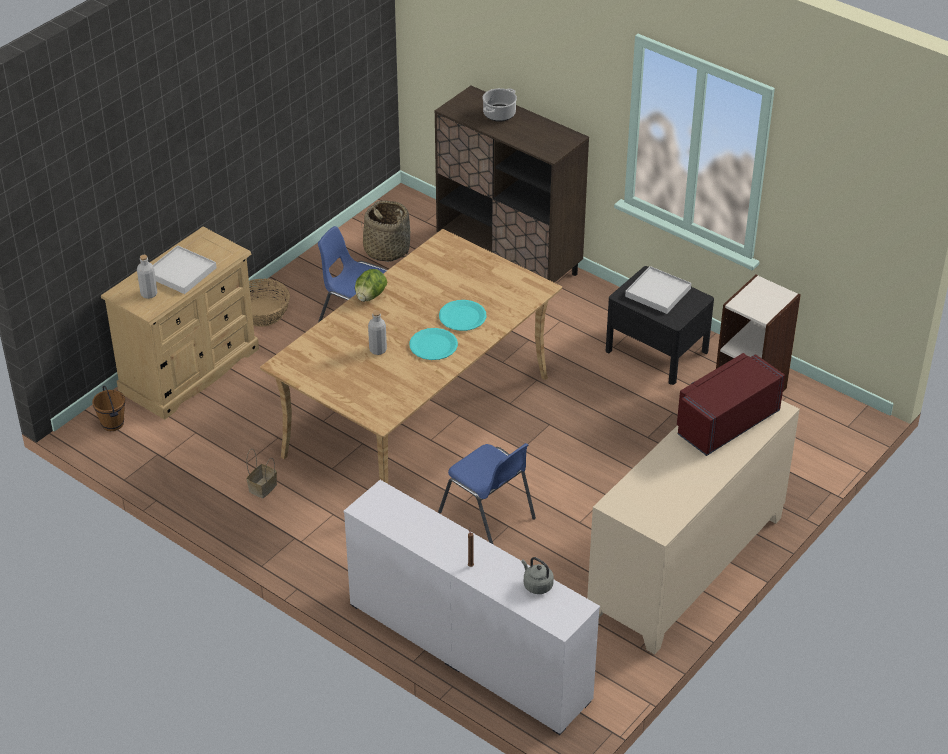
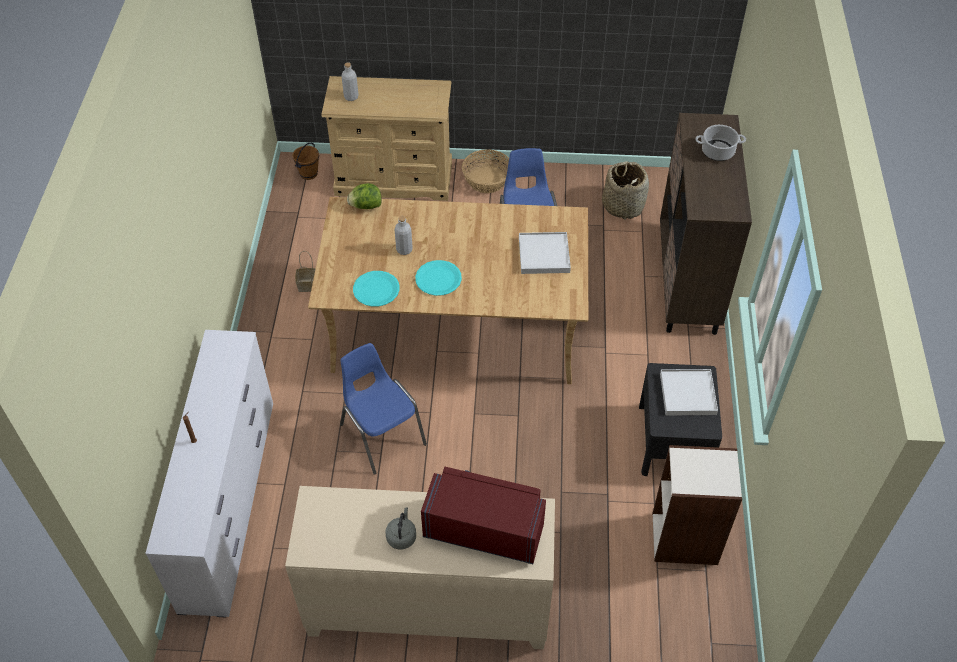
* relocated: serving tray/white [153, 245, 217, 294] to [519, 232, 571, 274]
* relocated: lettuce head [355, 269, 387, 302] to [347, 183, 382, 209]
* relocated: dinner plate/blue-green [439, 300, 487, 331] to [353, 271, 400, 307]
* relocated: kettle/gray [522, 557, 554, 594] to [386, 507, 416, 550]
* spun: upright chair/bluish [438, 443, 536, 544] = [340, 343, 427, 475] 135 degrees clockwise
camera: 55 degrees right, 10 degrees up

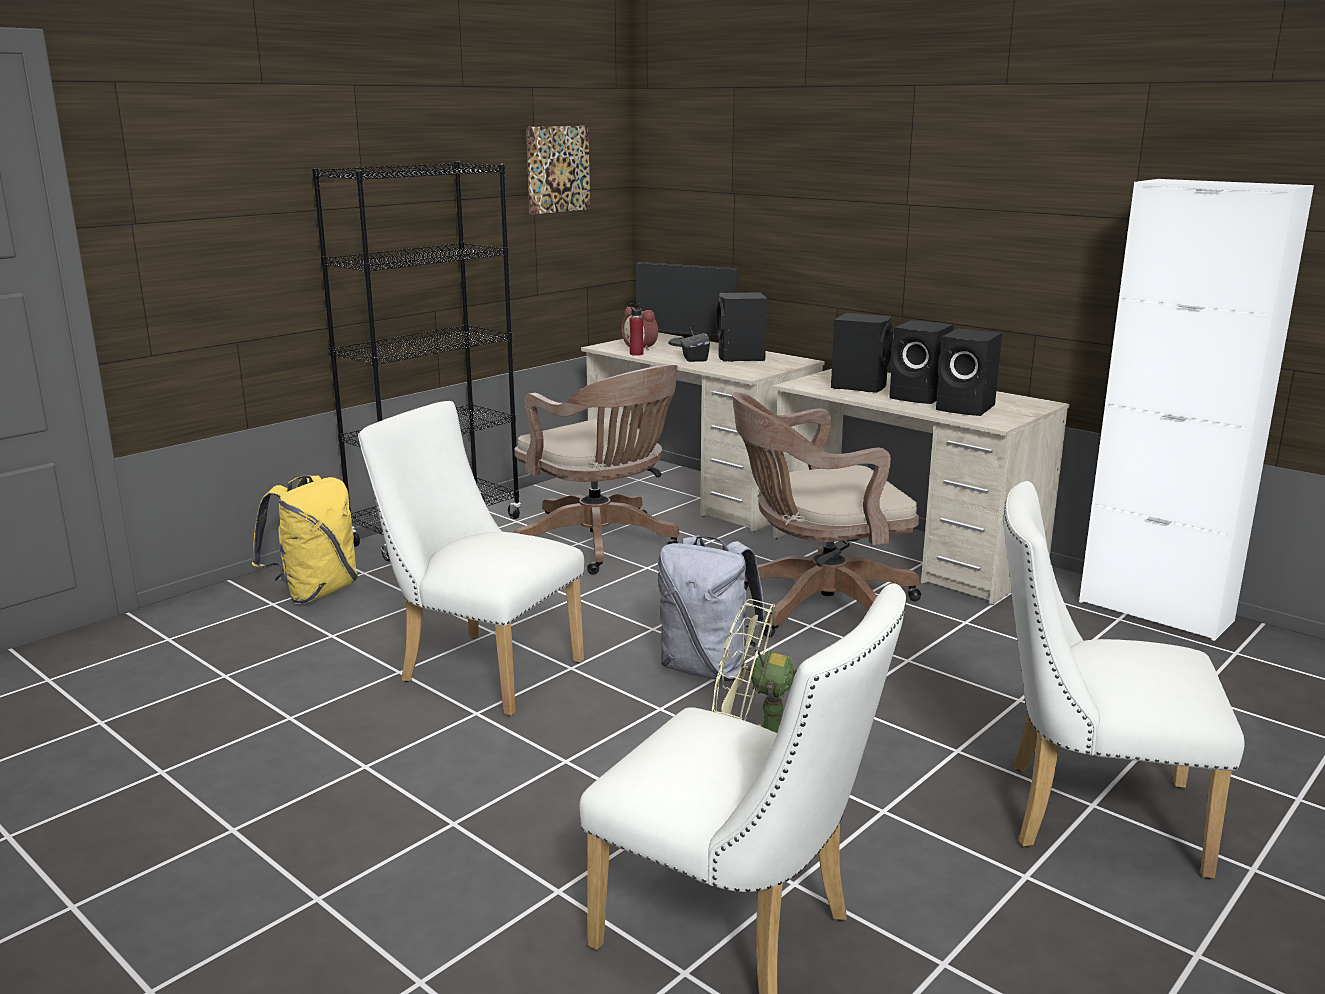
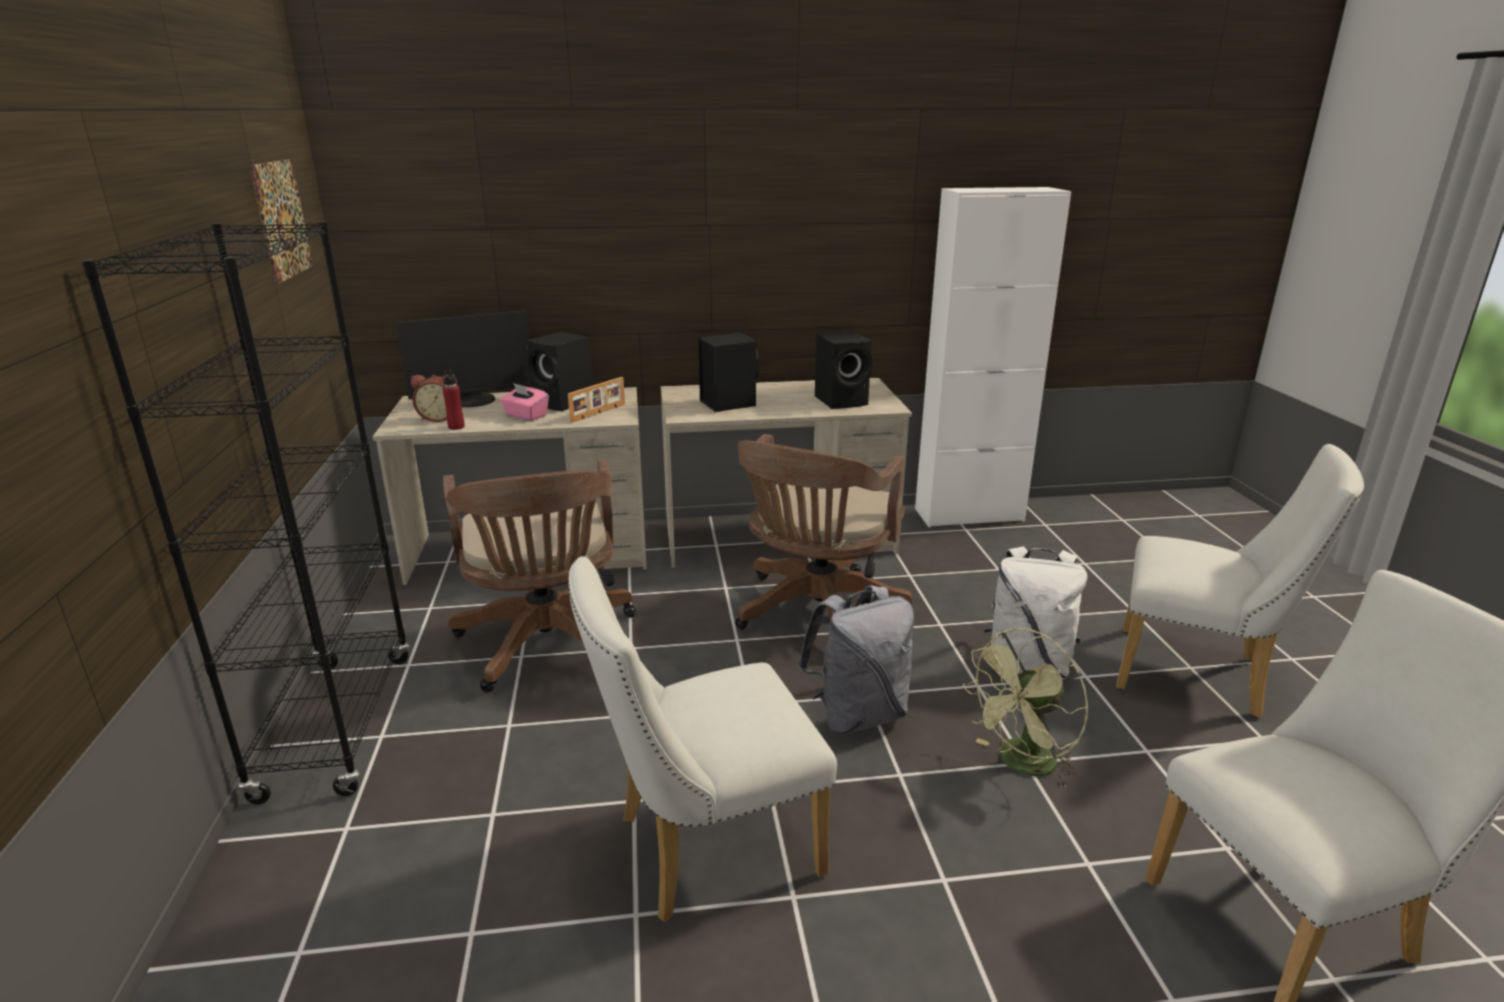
* missing: knapsack/yellow [252, 476, 358, 604]
* missing: audio speaker/black-coloured [889, 320, 954, 404]
* appeared: standing frame [568, 377, 625, 423]
* appeared: knapsack/white [984, 546, 1087, 678]
* colour: tissue box/black-coloured [680, 327, 710, 362] to tissue box/pink-coloured [500, 383, 549, 421]
* spun: office chair/brownish [513, 365, 679, 575] = [443, 459, 636, 692] 75 degrees clockwise
* spun: upright chair/white [1004, 481, 1245, 879] = [1116, 444, 1364, 718] 120 degrees counterclockwise
camera: 50 degrees left, 5 degrees up

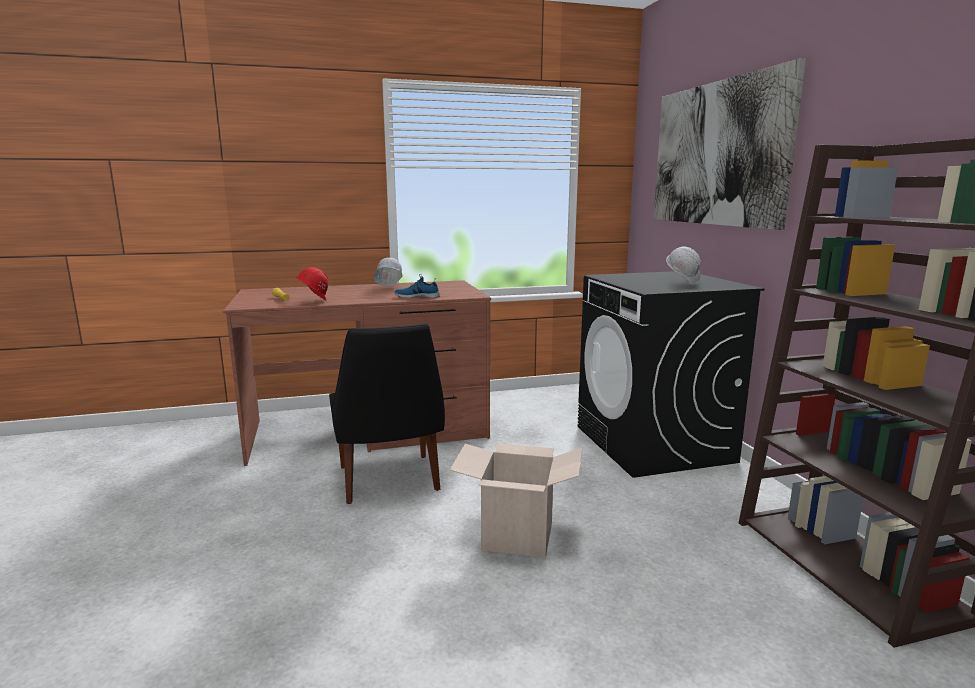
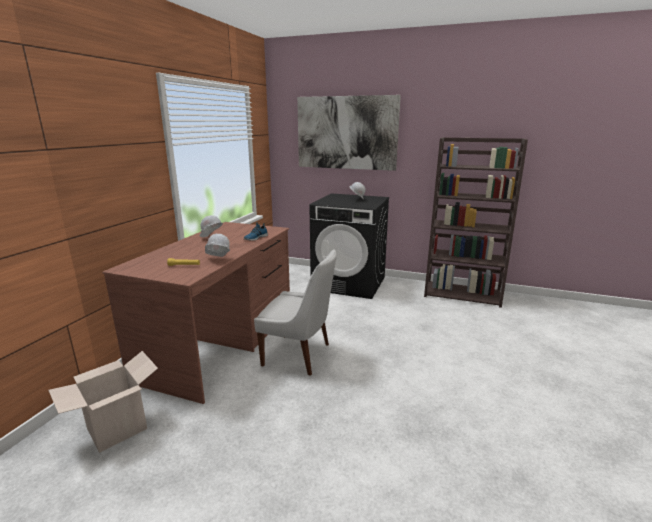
* relocated: carton [450, 444, 582, 558] to [48, 351, 158, 453]
* colour: hard hat/red [295, 267, 328, 301] to hard hat/white [205, 234, 230, 257]
* colour: upright chair/black-coloured [329, 324, 445, 504] to upright chair/white [254, 249, 337, 376]
camera: 55 degrees left, 5 degrees up

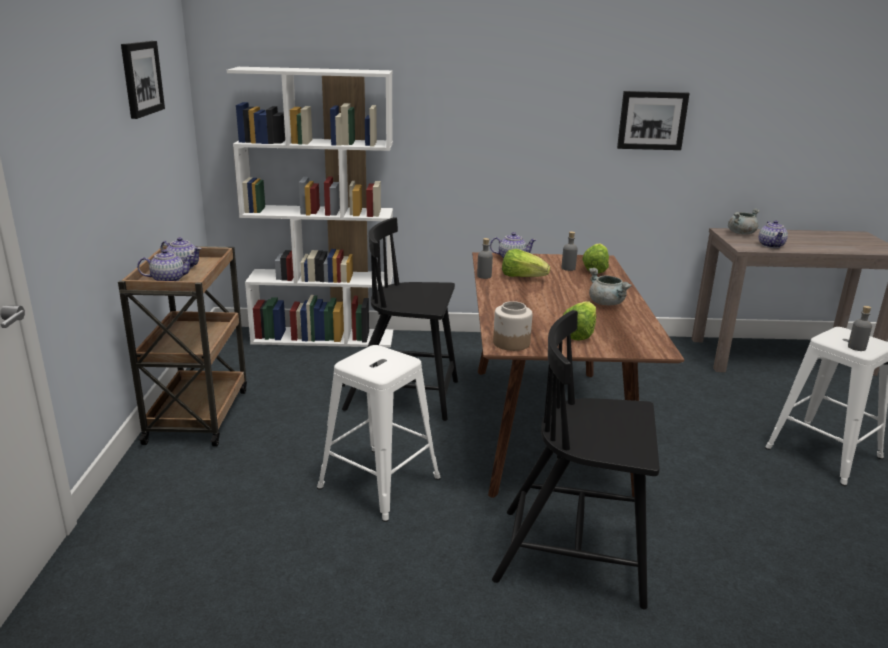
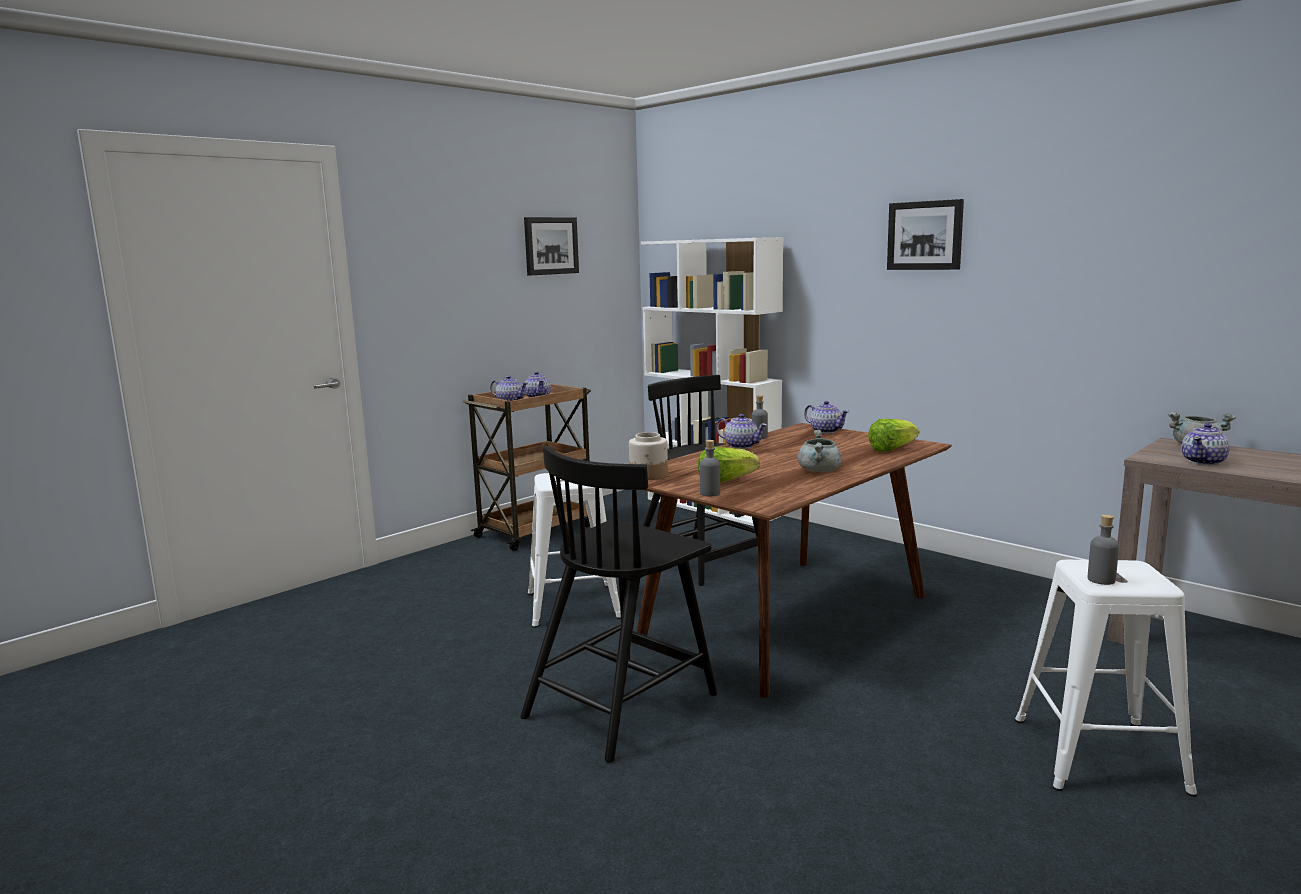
* missing: lettuce head [502, 249, 550, 277]
* appeared: teapot [716, 414, 767, 449]
* relocated: bottle/gray [561, 232, 578, 271] to [700, 440, 720, 496]
* relocated: wall picture [617, 91, 690, 150] to [887, 199, 964, 270]
* spun: upright chair/black-coloured [492, 310, 660, 609] = [521, 446, 717, 763] 105 degrees counterclockwise
camera: 45 degrees right, 10 degrees down

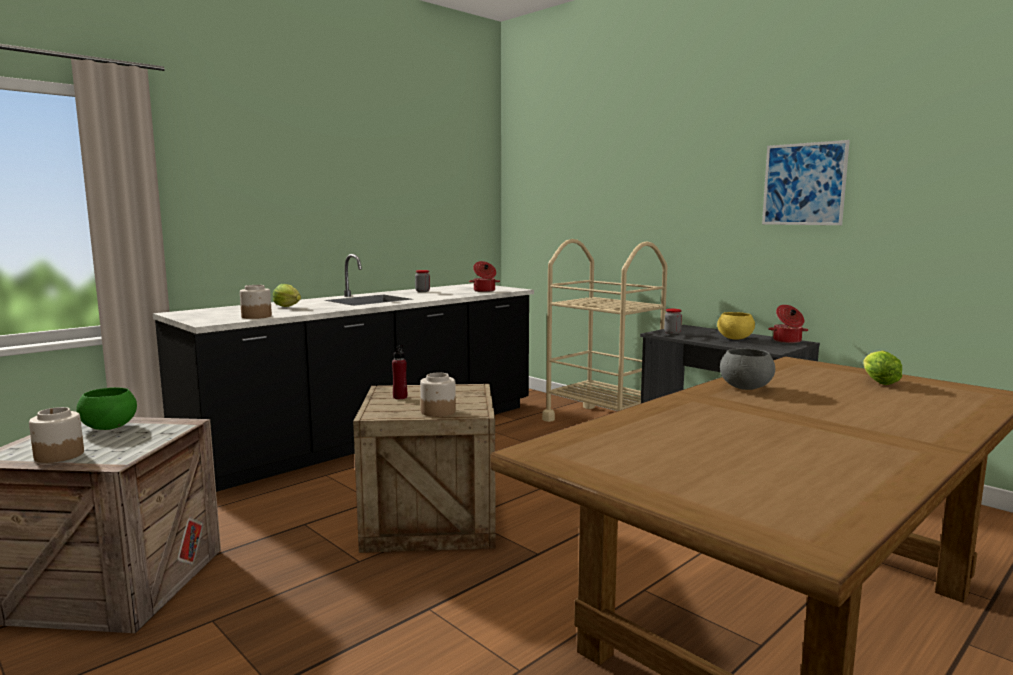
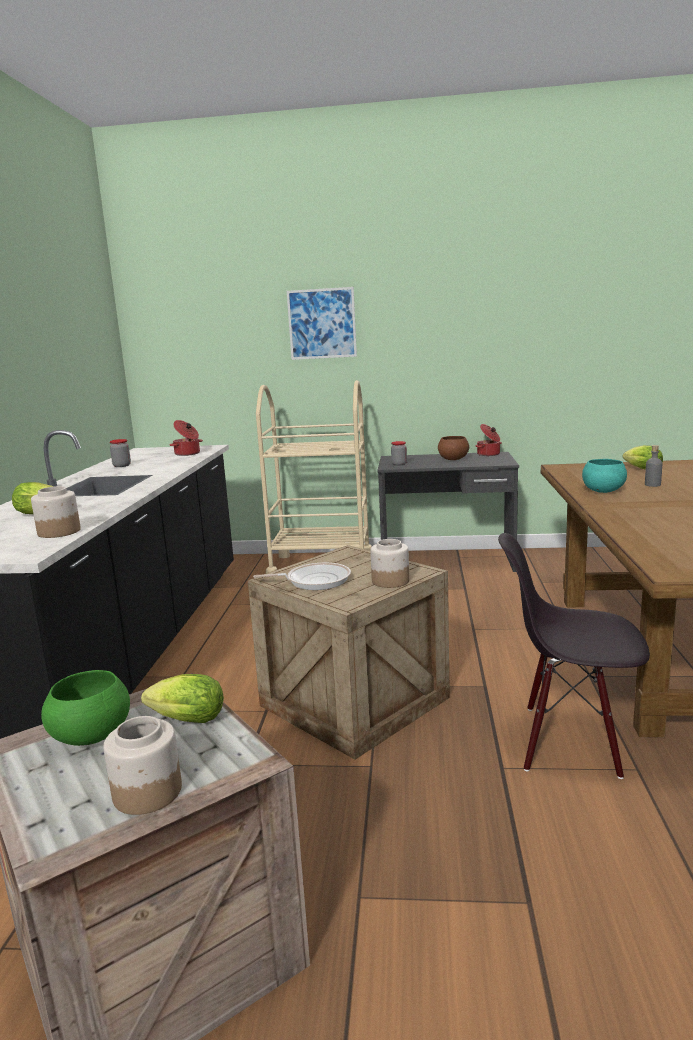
* appeared: lettuce head [141, 674, 224, 723]
* appeared: upright chair/black-coloured [498, 533, 650, 779]
* appeared: bottle/gray [645, 445, 662, 487]
* relocated: wall picture [762, 140, 850, 225] to [287, 287, 357, 360]
* exchanged: bottle/red [392, 345, 407, 399] to skillet [253, 563, 351, 590]
* colour: deep dish/yellow [717, 312, 755, 340] to deep dish/brownish [438, 436, 469, 460]
* colour: deep dish/gray [720, 348, 775, 390] to deep dish/blue-green [582, 459, 627, 493]
camera: 40 degrees left, 5 degrees up

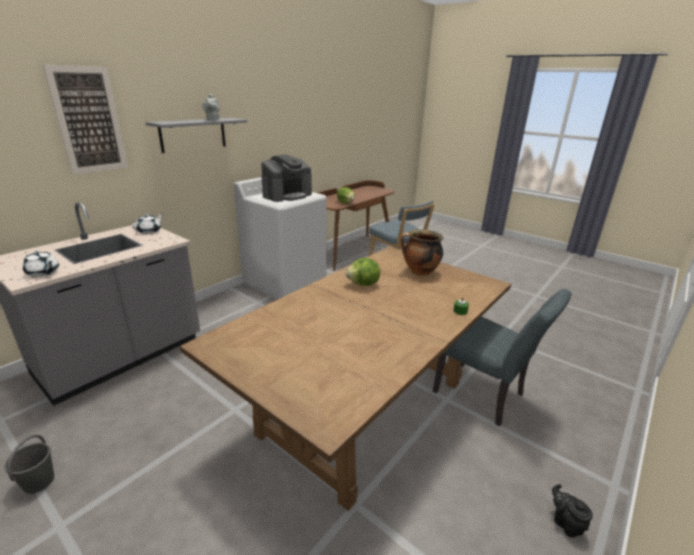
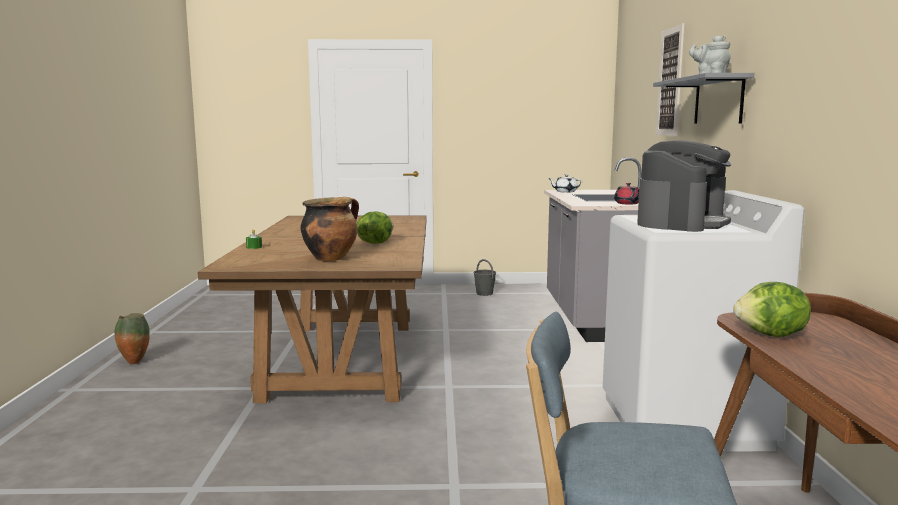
* missing: upright chair/gray [433, 289, 571, 427]
* exchanged: teapot/black-coloured [552, 484, 593, 537] to vase [114, 313, 150, 364]
* colour: teapot/white [132, 213, 163, 234] to teapot/red [614, 183, 639, 204]
* spun: coffee maker [261, 154, 312, 202] = [637, 140, 731, 232] 150 degrees counterclockwise
camera: 140 degrees right, 15 degrees down

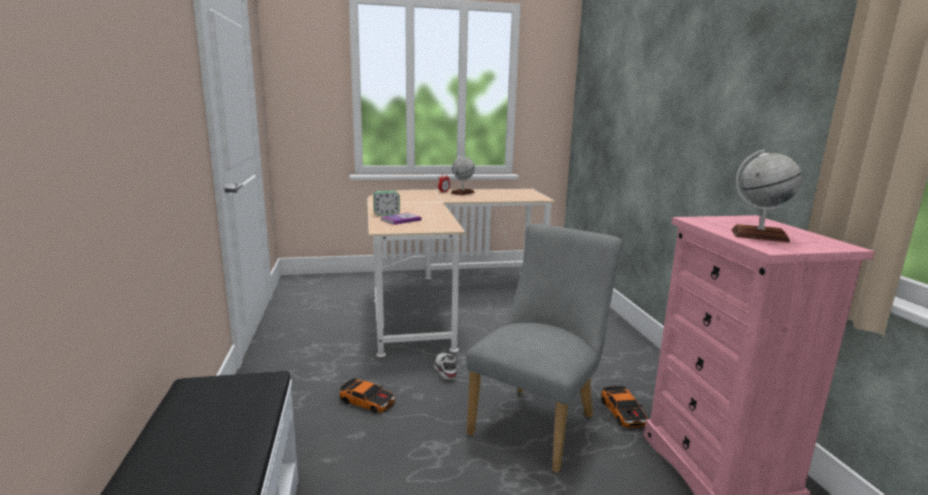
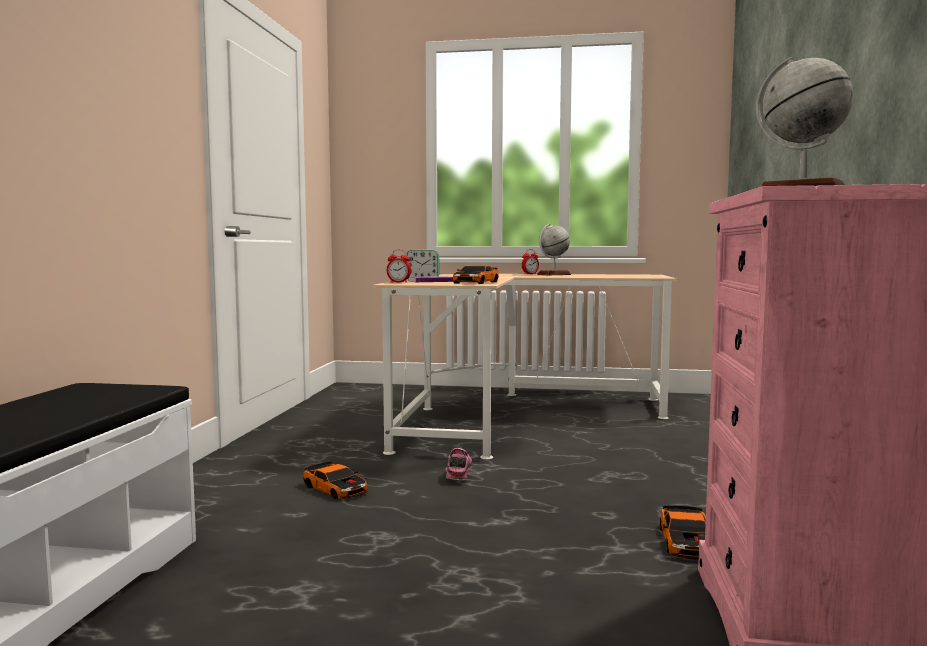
* missing: upright chair/gray [466, 224, 622, 473]
* appeared: table clock [387, 250, 411, 283]
* appeared: miniature car [453, 266, 499, 284]
* colour: item of footwear/white [434, 353, 457, 379] to item of footwear/pink-coloured [446, 448, 472, 480]
camera: 20 degrees right, 10 degrees down

